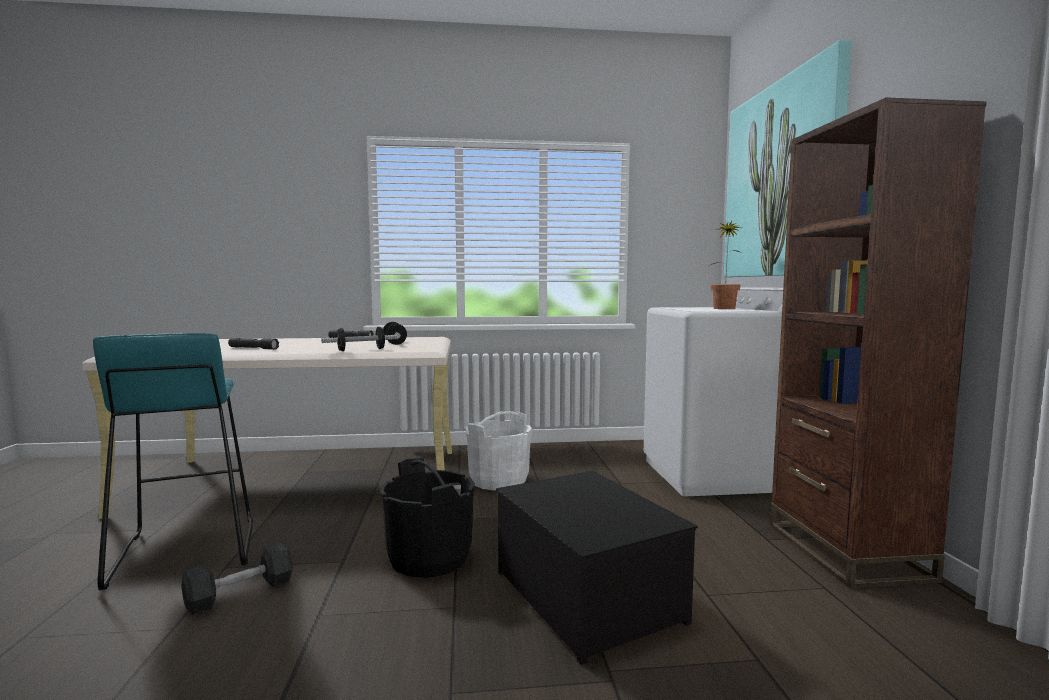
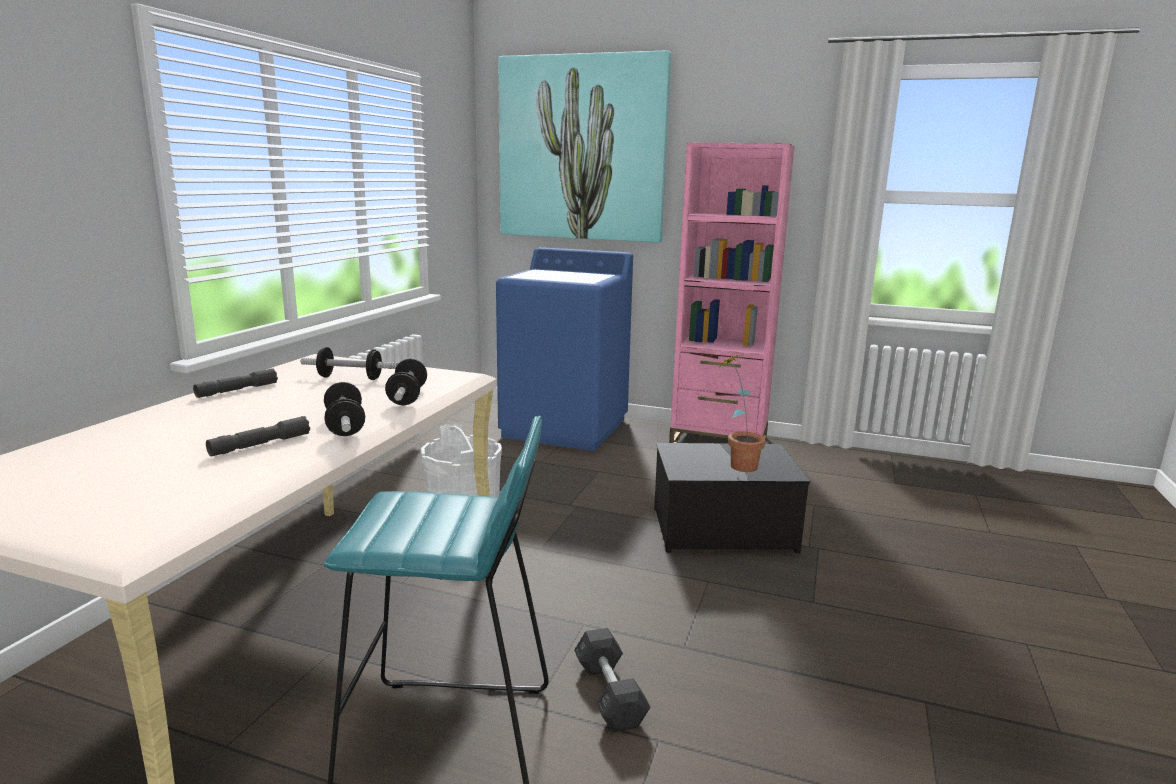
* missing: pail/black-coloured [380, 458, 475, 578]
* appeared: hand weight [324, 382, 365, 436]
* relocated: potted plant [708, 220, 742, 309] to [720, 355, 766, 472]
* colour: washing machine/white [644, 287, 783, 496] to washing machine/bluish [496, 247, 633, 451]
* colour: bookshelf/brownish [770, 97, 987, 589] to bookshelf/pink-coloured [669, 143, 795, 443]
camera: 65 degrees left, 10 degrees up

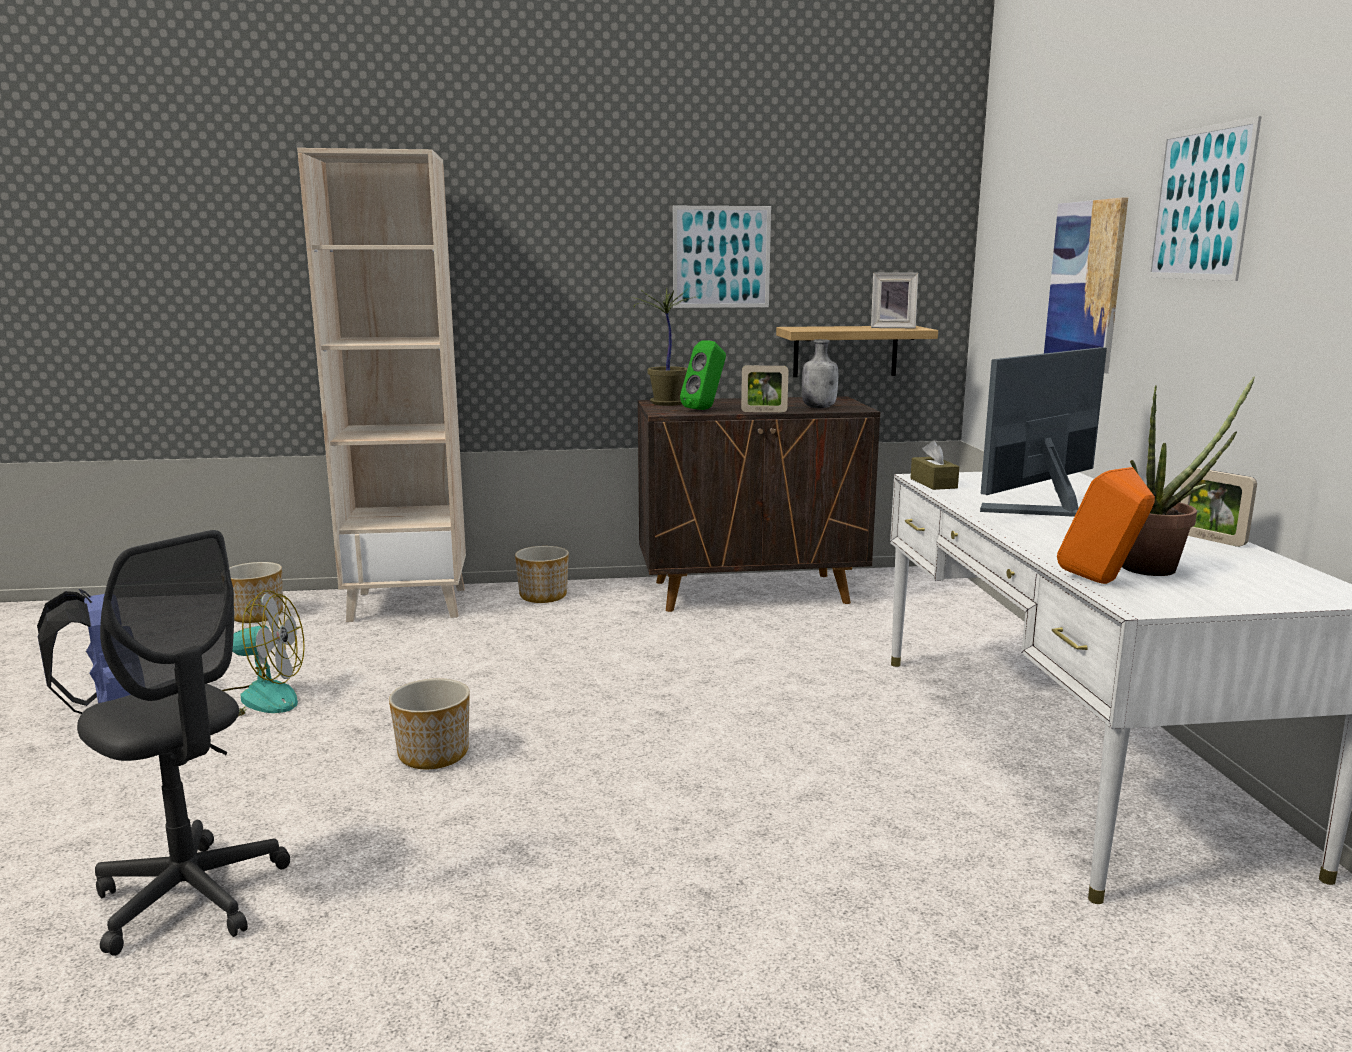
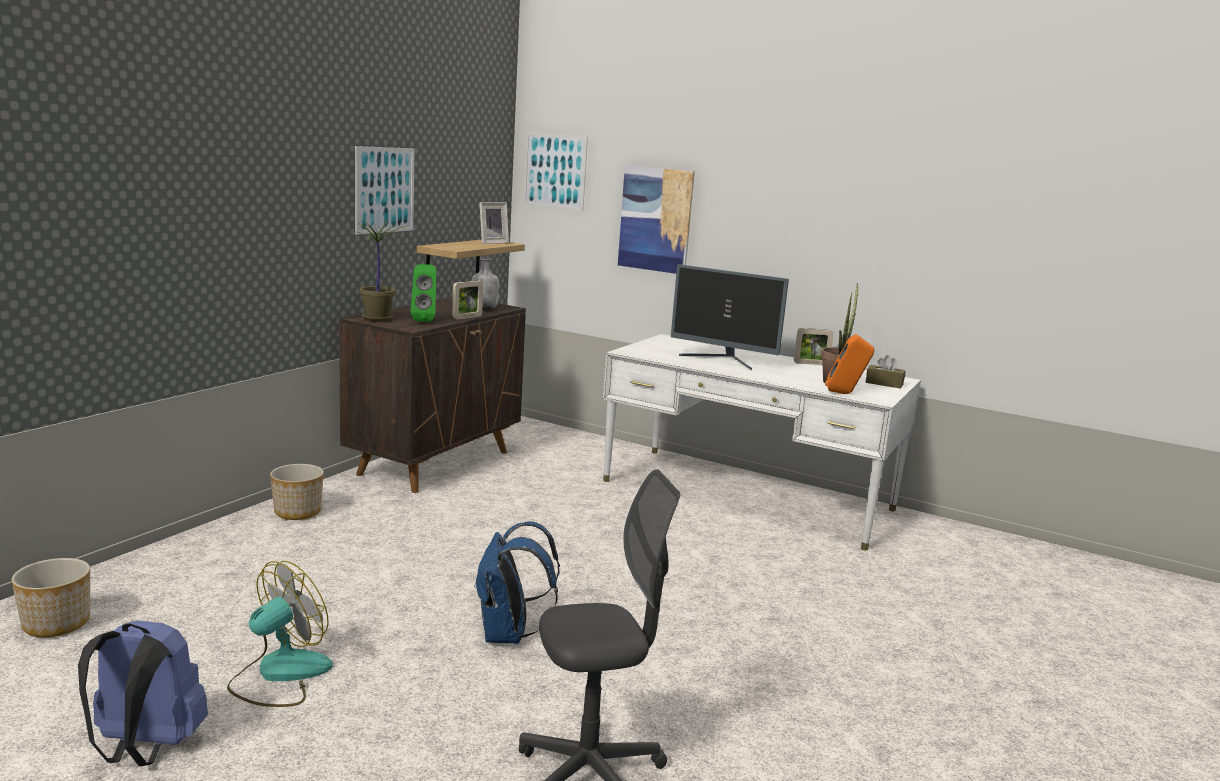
* missing: bookshelf/beige [297, 148, 466, 622]
* relocated: tissue box/brownish [911, 441, 959, 490] to [866, 355, 906, 388]
* relocated: wall picture [1147, 116, 1262, 281] to [523, 132, 588, 211]
* exchanged: flower pot [389, 678, 470, 769] to knapsack/bluish [474, 522, 560, 644]
* spun: monitor [980, 347, 1107, 517] = [671, 264, 789, 370] 60 degrees counterclockwise
camera: 55 degrees left, 0 degrees up

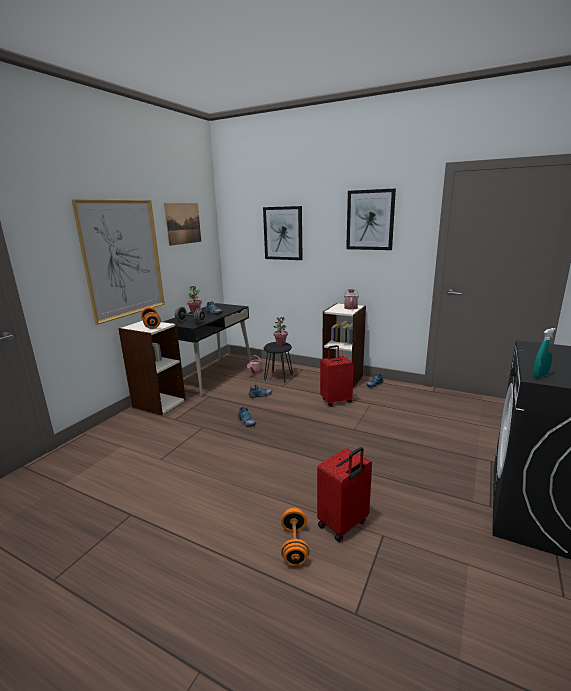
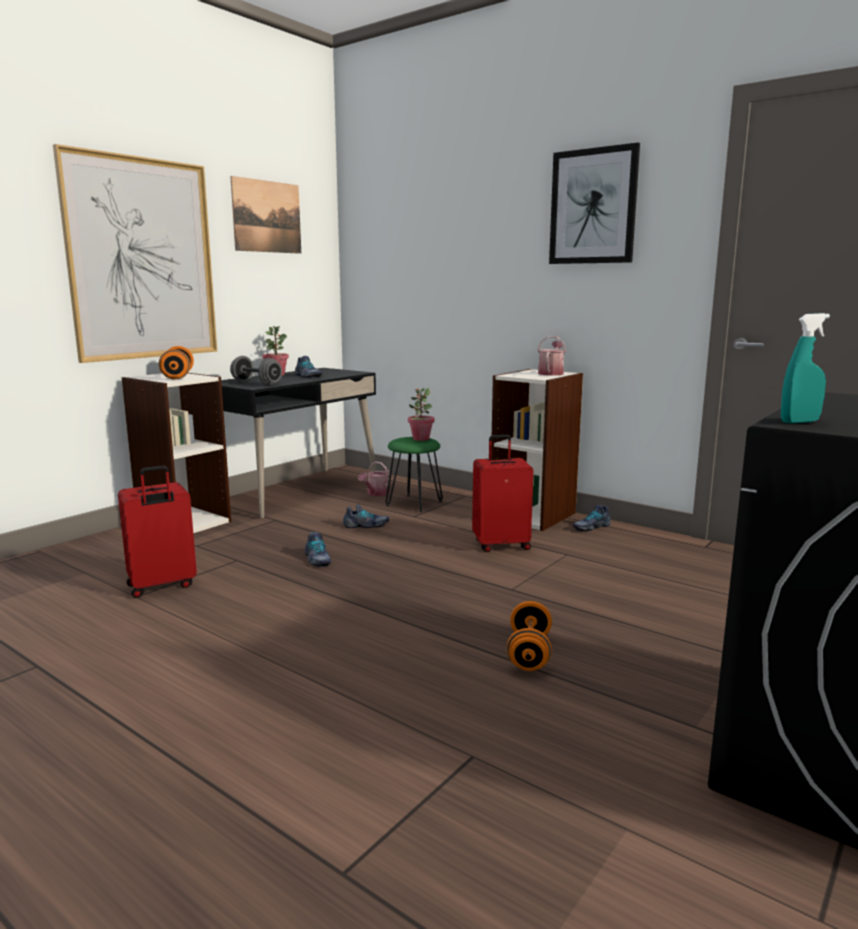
* missing: wall picture [263, 206, 303, 260]
* relocated: hand weight/orange-coloured [281, 508, 310, 566] to [507, 601, 552, 671]
* relocated: travel case/red [317, 447, 372, 542] to [118, 465, 197, 598]
* colour: sitting stool/black-coloured [264, 342, 293, 383] to sitting stool/greenish [386, 437, 443, 512]
camera: 10 degrees right, 5 degrees down

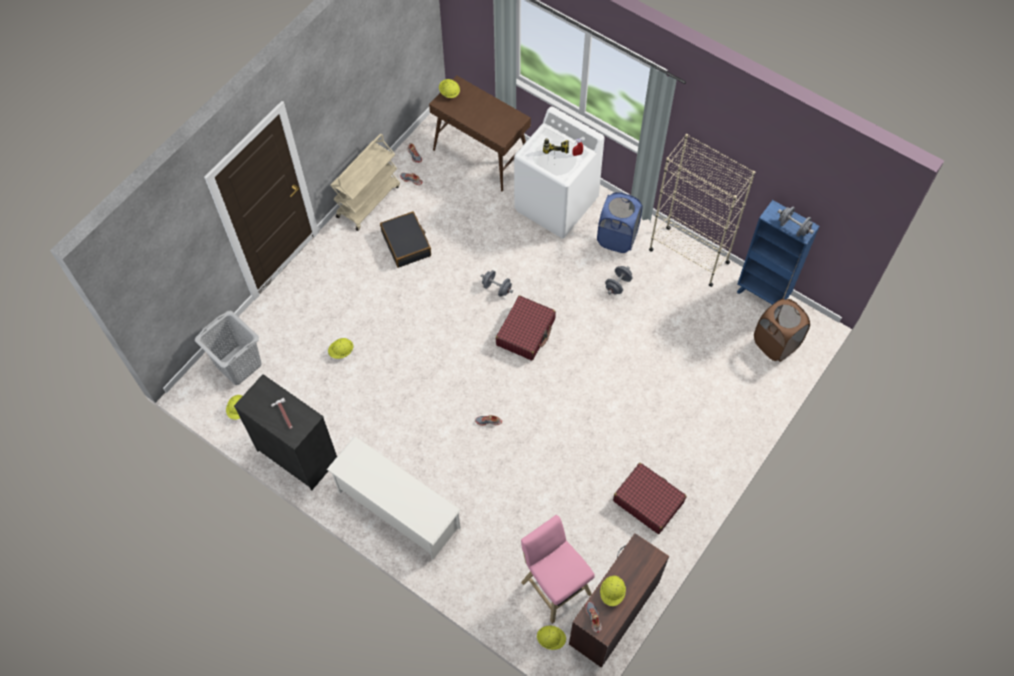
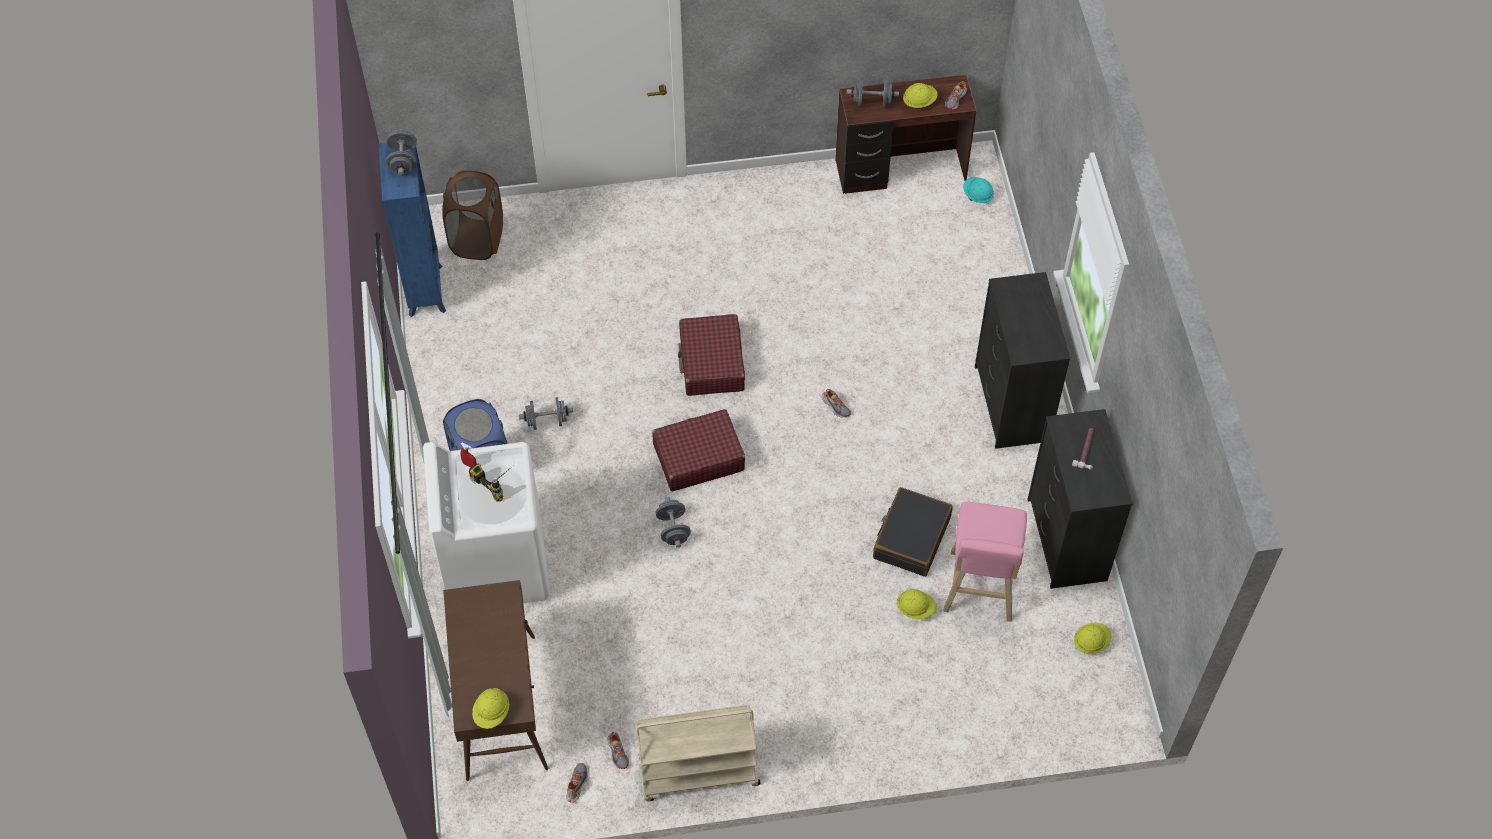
* missing: hamper/gray [195, 311, 262, 385]
* missing: bookshelf/beige [649, 134, 755, 287]
* appeared: hand weight/gray [847, 78, 899, 108]
* relocated: travel case/black-coloured [380, 212, 431, 268] to [873, 487, 953, 577]
* relocated: sitting stool/pink-coloured [521, 515, 595, 624] to [943, 502, 1027, 622]
* relocated: travel case/red [613, 463, 687, 534] to [678, 314, 745, 396]
* exchanged: shoe rack/white [327, 436, 461, 560] to dresser/black-coloured [975, 272, 1070, 449]
* colour: hard hat/yellow [537, 626, 566, 650] to hard hat/blue-green [963, 177, 994, 203]
camera: 135 degrees left, 5 degrees down

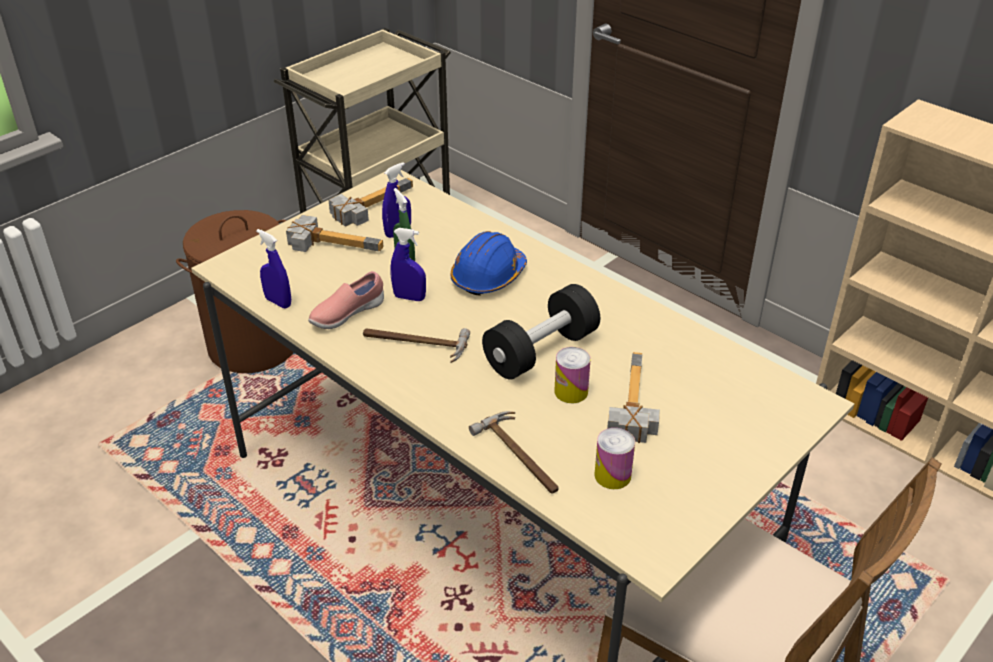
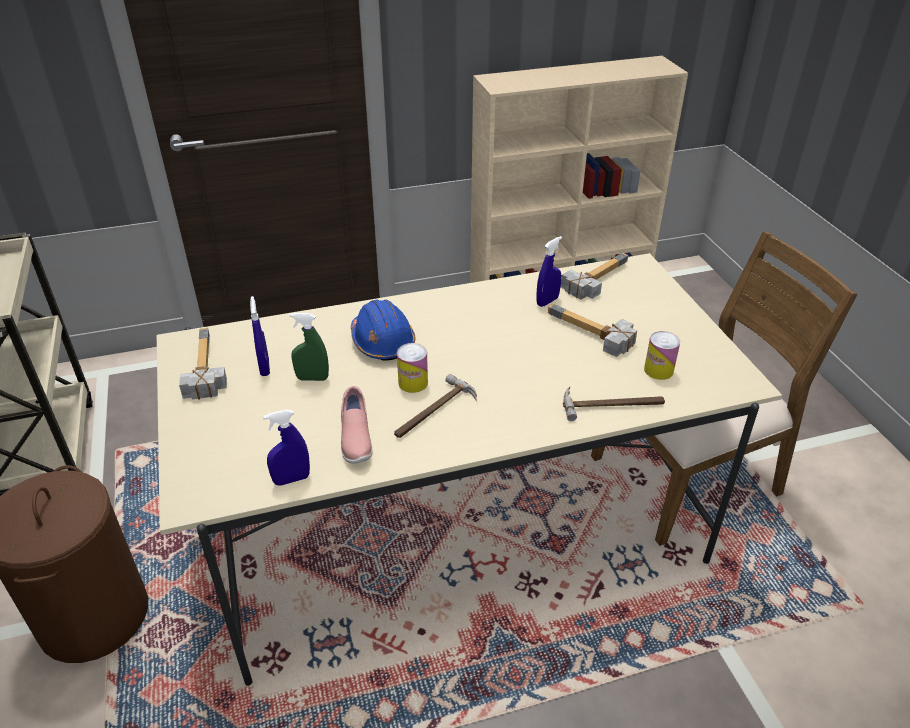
* missing: hand weight/black-coloured [482, 284, 600, 380]
* relocated: tool hammer [286, 215, 383, 252] to [561, 253, 628, 300]
* relocated: spray bottle/bluish [391, 228, 426, 301] to [536, 236, 562, 307]
* relocated: can [555, 347, 591, 403] to [397, 343, 428, 393]
camera: 60 degrees left, 0 degrees up

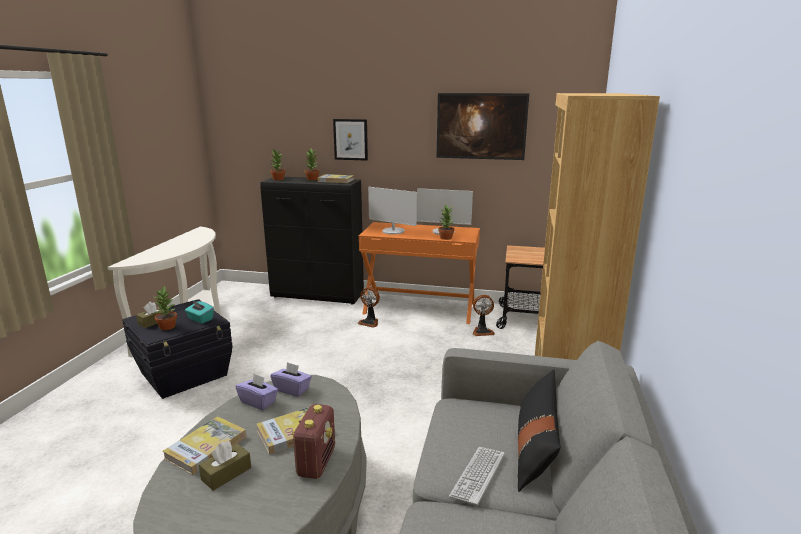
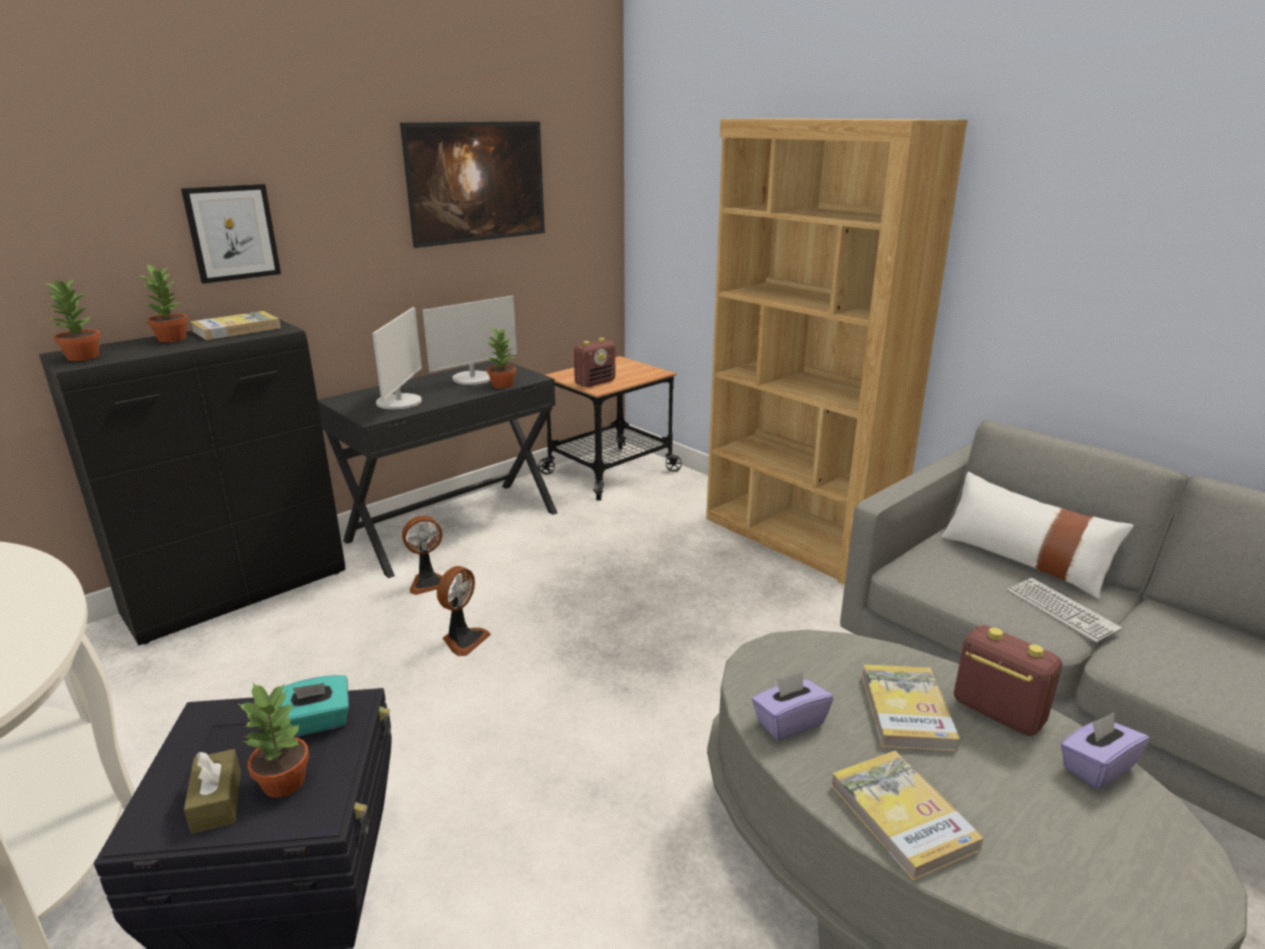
* missing: tissue box/brownish [199, 441, 251, 491]
* appeared: radio receiver [574, 338, 615, 387]
* relocated: tissue box/purplish [270, 362, 312, 397] to [1061, 712, 1149, 789]
* relocated: cooling fan [473, 295, 495, 336] to [437, 566, 491, 656]
* colour: desk/orange-coloured [359, 222, 480, 324] to desk/black-coloured [318, 359, 557, 578]
* colour: pillow/black-coloured [518, 369, 561, 492] to pillow/white [941, 472, 1134, 599]
* spun: monitor [368, 187, 417, 234] = [372, 307, 422, 409] 60 degrees counterclockwise
camera: 55 degrees left, 5 degrees up

